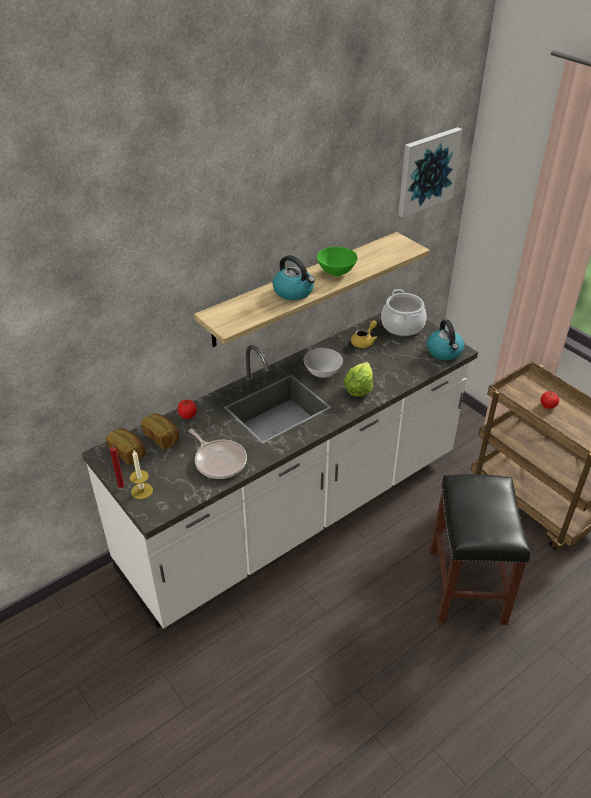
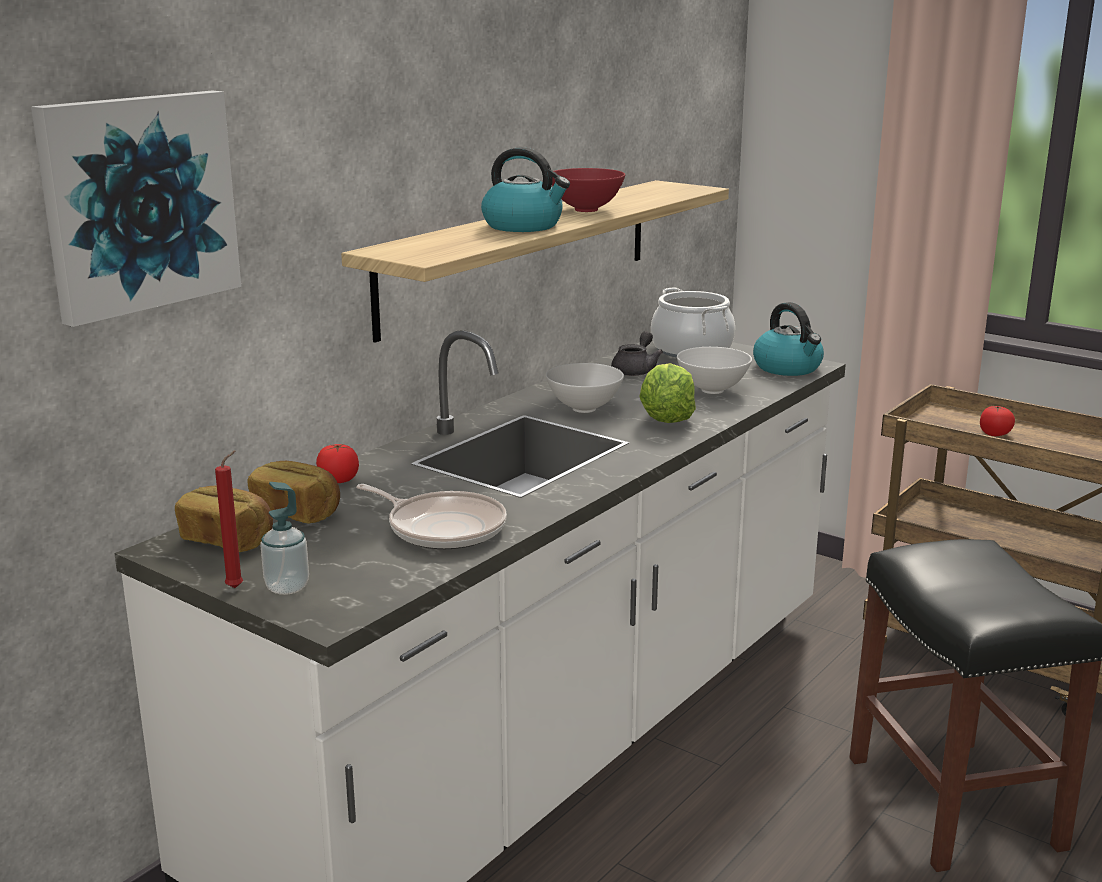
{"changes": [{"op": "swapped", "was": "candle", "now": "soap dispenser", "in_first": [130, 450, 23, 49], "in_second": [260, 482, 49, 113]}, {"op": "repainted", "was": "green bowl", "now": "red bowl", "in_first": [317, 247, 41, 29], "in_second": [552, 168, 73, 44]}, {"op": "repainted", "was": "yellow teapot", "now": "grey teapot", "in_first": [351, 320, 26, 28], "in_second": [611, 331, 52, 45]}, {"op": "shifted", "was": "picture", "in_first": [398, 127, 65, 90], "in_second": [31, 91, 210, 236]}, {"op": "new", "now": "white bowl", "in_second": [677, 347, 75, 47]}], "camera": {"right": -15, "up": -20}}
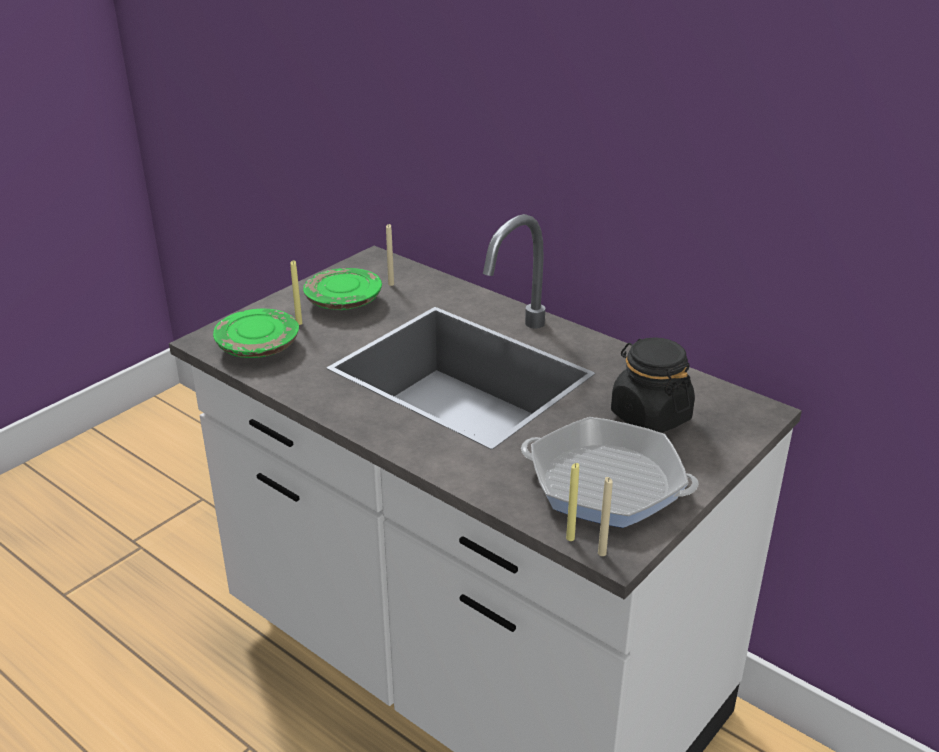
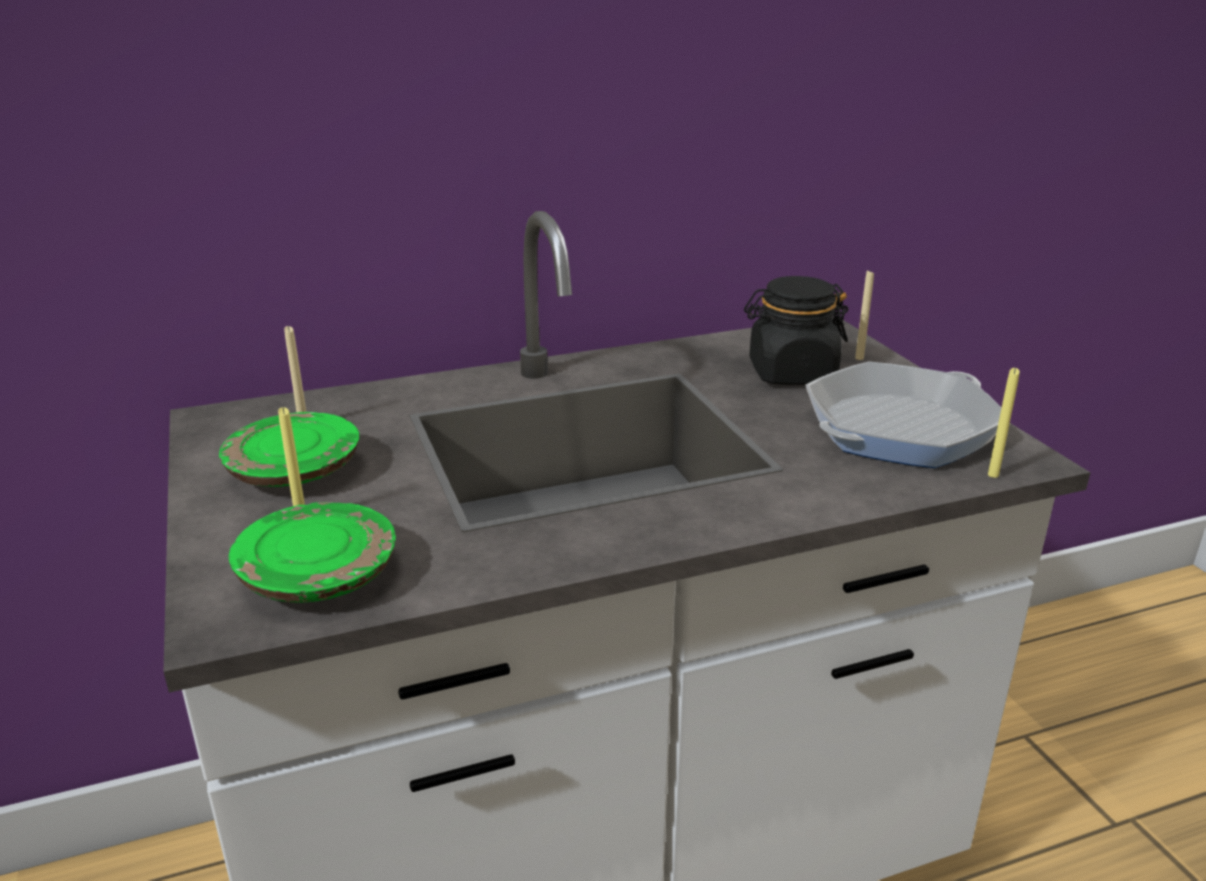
{"changes": [{"op": "shifted", "was": "beige candle", "in_first": [598, 477, 15, 79], "in_second": [855, 269, 19, 91]}], "camera": {"right": -60, "up": -5}}
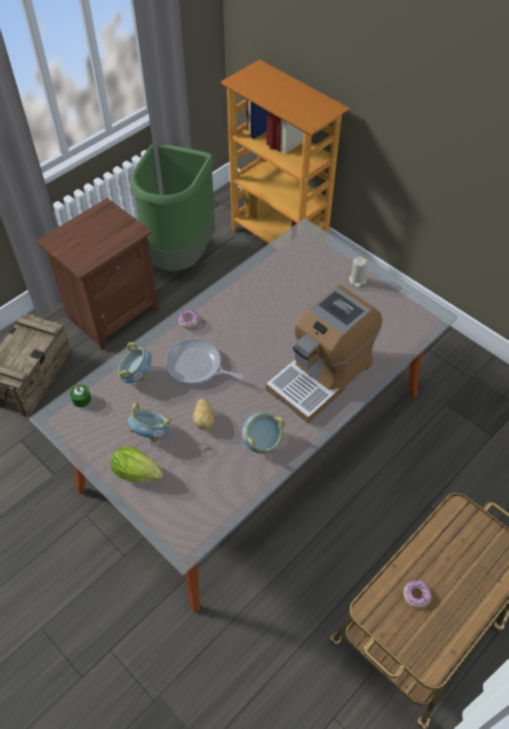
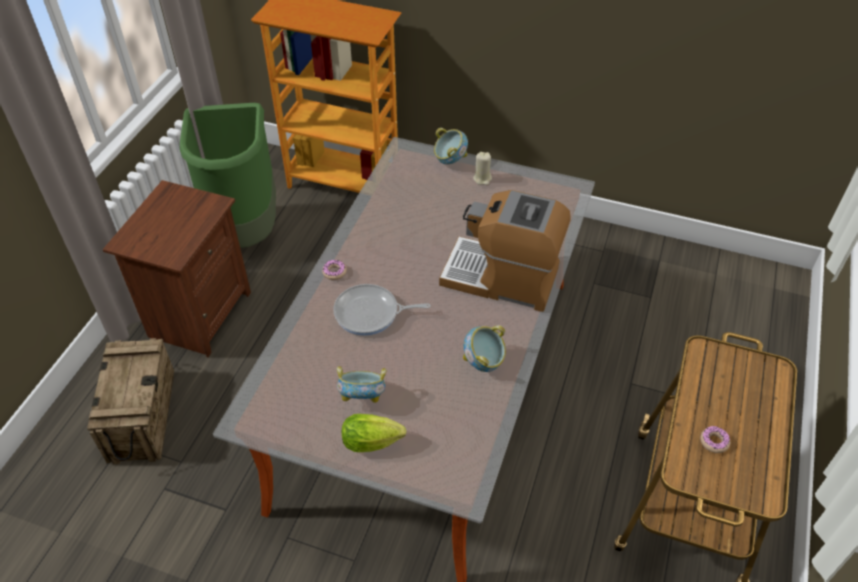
{"changes": [{"op": "gone", "was": "green candle", "in_first": [70, 384, 21, 23]}, {"op": "shifted", "was": "bowl", "in_first": [118, 342, 34, 41], "in_second": [434, 128, 34, 36]}, {"op": "gone", "was": "potato", "in_first": [193, 399, 21, 31]}, {"op": "rotated", "was": "coffee machine", "in_first": [266, 285, 116, 138], "in_second": [439, 190, 132, 122], "clockwise": 90}], "camera": {"right": -25, "up": -5}}
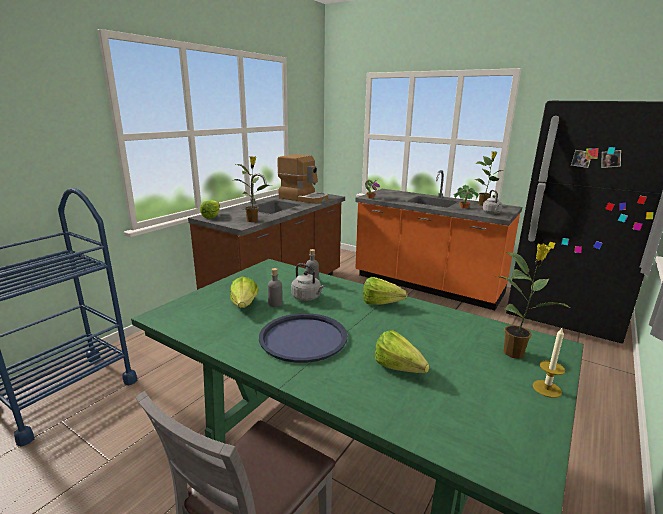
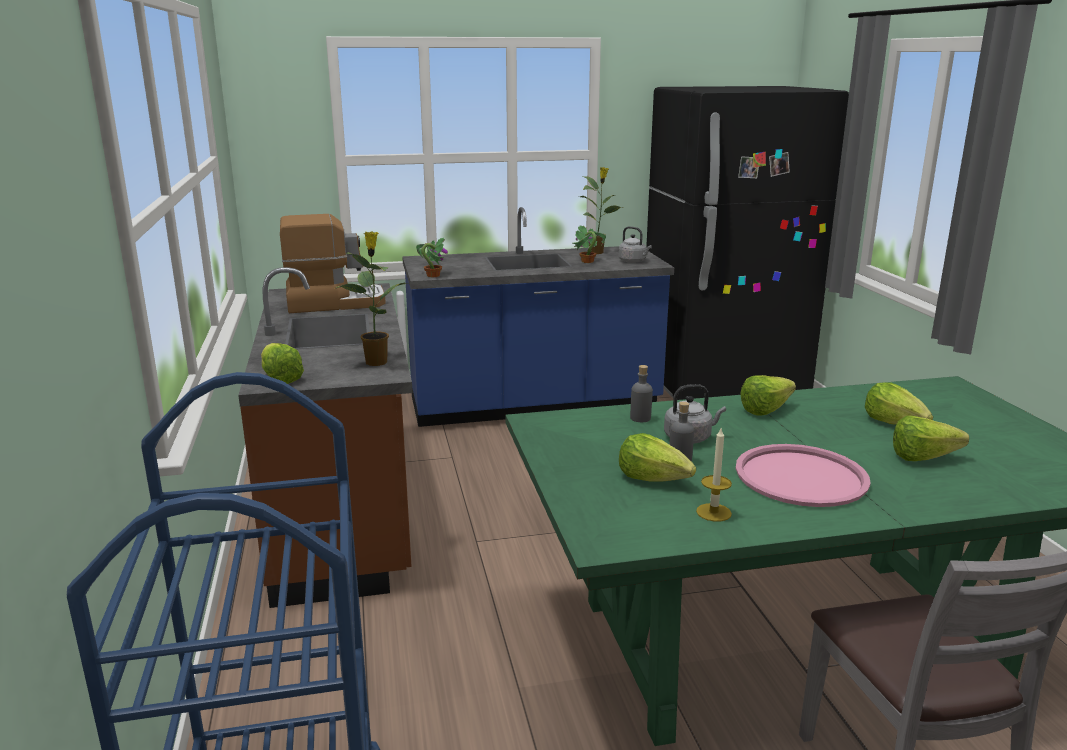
{"changes": [{"op": "repainted", "was": "blue tray", "now": "pink tray", "in_first": [259, 313, 89, 50], "in_second": [736, 444, 135, 63]}, {"op": "repainted", "was": "orange counter", "now": "blue counter", "in_first": [355, 170, 167, 141], "in_second": [402, 207, 272, 220]}, {"op": "gone", "was": "potted plant", "in_first": [496, 244, 75, 115]}, {"op": "shifted", "was": "candle", "in_first": [533, 328, 32, 70], "in_second": [696, 428, 36, 94]}, {"op": "new", "now": "lettuce", "in_second": [865, 382, 68, 43]}], "camera": {"right": -45, "up": 0}}
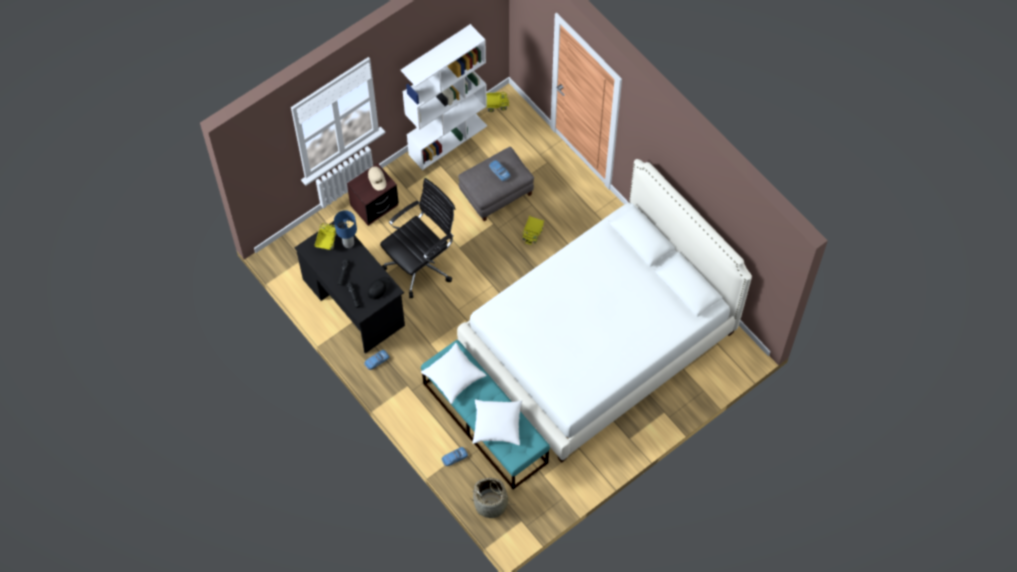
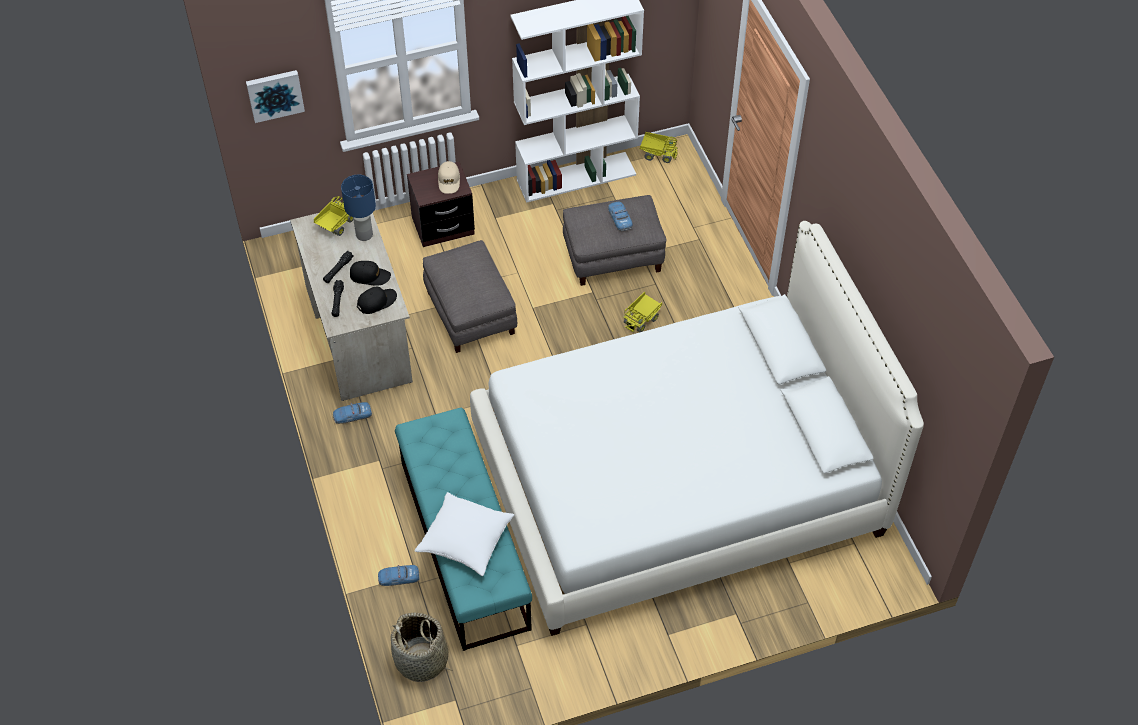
{"changes": [{"op": "repainted", "was": "black desk", "now": "beige desk", "in_first": [294, 221, 111, 133], "in_second": [290, 213, 123, 188]}, {"op": "swapped", "was": "black office chair", "now": "grey ottoman", "in_first": [380, 178, 75, 120], "in_second": [423, 240, 94, 113]}, {"op": "gone", "was": "white pillow", "in_first": [421, 343, 65, 61]}, {"op": "new", "now": "picture", "in_second": [246, 70, 59, 53]}, {"op": "new", "now": "black cap", "in_second": [350, 261, 41, 25]}], "camera": {"right": 20, "up": -10}}
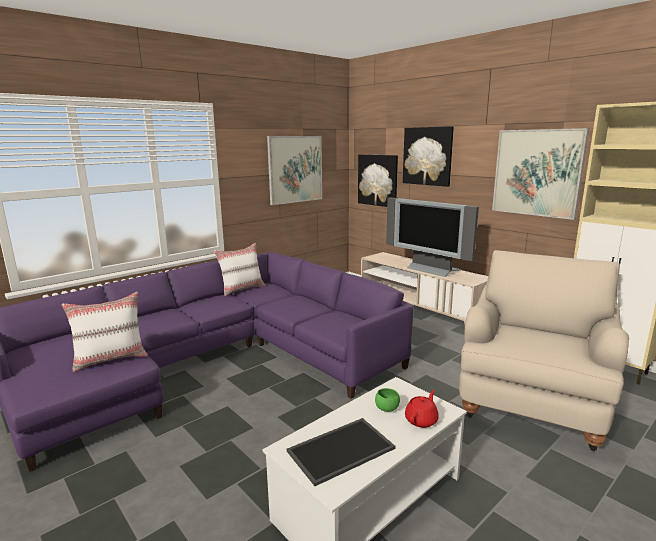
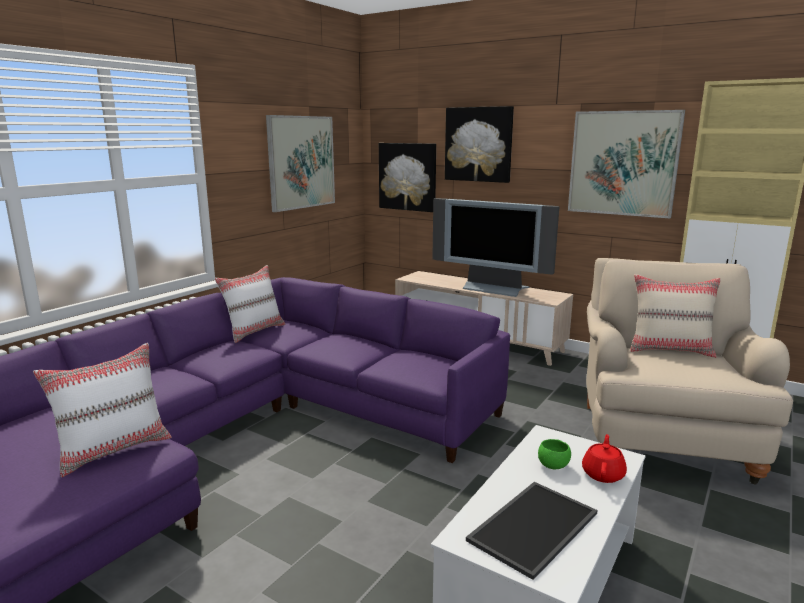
{"changes": [{"op": "new", "now": "beige pillow", "in_second": [630, 274, 91, 84]}], "camera": {"right": -15, "up": 0}}
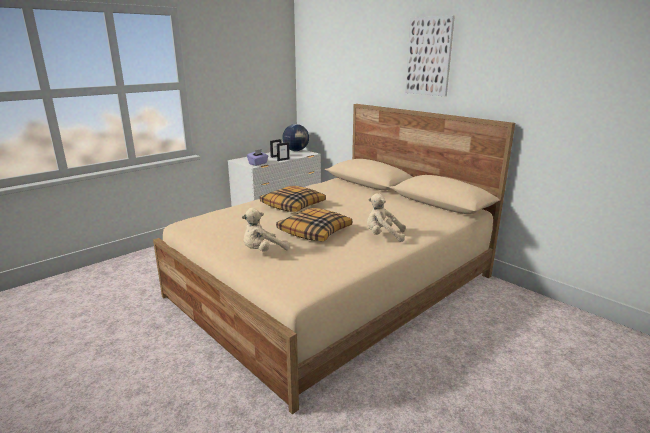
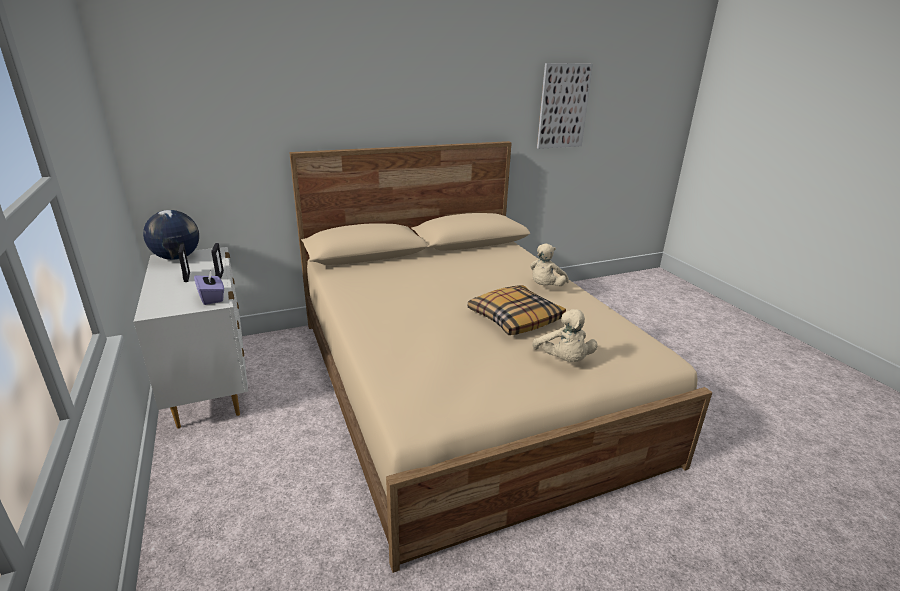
{"changes": [{"op": "gone", "was": "pillow", "in_first": [260, 186, 66, 26]}, {"op": "shifted", "was": "picture", "in_first": [405, 16, 50, 80], "in_second": [537, 63, 56, 86]}], "camera": {"right": -70, "up": 5}}
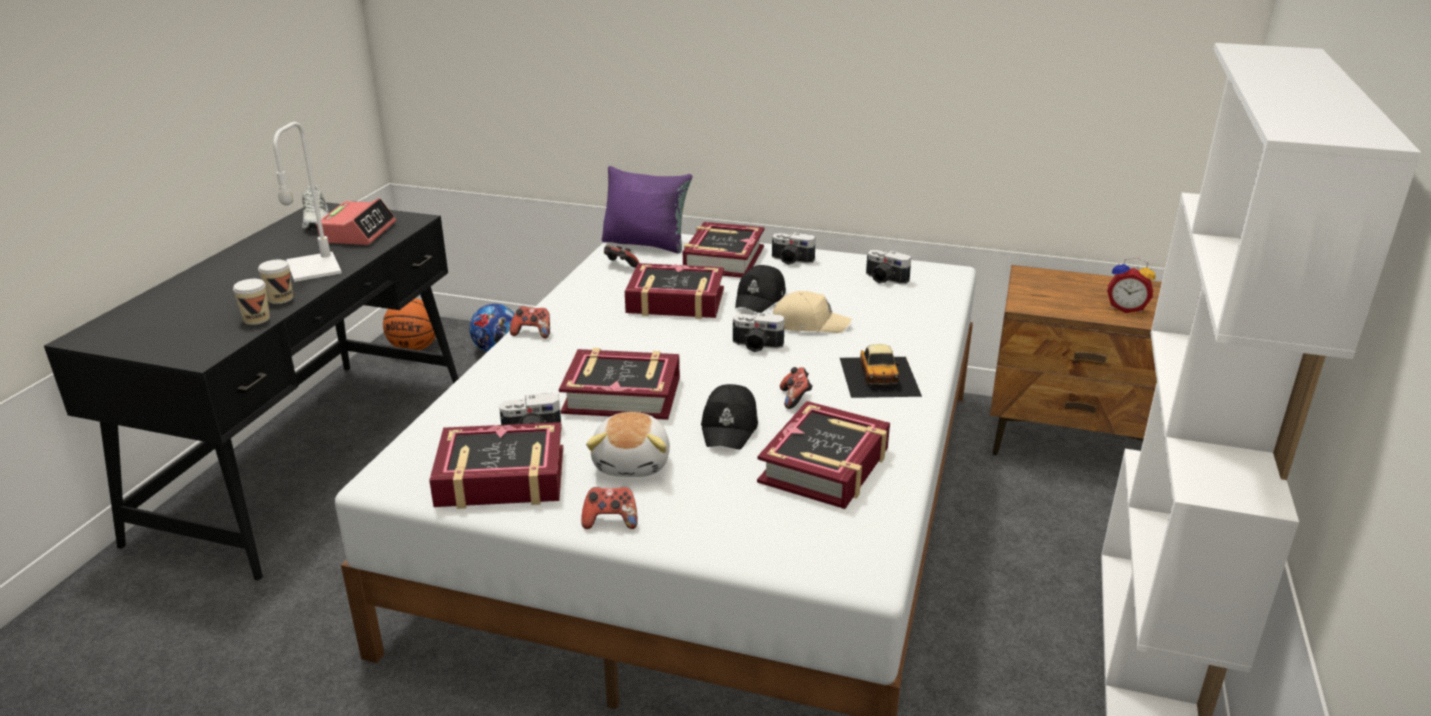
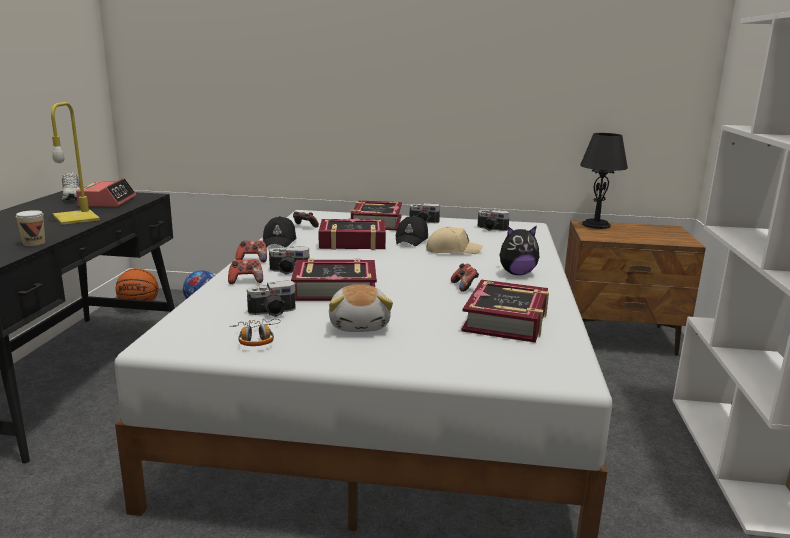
{"changes": [{"op": "gone", "was": "cup", "in_first": [258, 260, 35, 44]}, {"op": "repainted", "was": "white table lamp", "now": "yellow table lamp", "in_first": [273, 122, 69, 160], "in_second": [51, 102, 49, 123]}, {"op": "swapped", "was": "book", "now": "headphones", "in_first": [429, 422, 134, 87], "in_second": [230, 319, 51, 27]}, {"op": "shifted", "was": "game controller", "in_first": [581, 487, 57, 42], "in_second": [228, 259, 35, 25]}, {"op": "gone", "was": "purple pillow", "in_first": [602, 166, 90, 88]}, {"op": "shifted", "was": "black cap", "in_first": [701, 384, 57, 66], "in_second": [263, 216, 33, 32]}, {"op": "shifted", "was": "photo camera", "in_first": [733, 313, 52, 39], "in_second": [269, 246, 40, 29]}, {"op": "swapped", "was": "toy car", "now": "plush toy", "in_first": [840, 344, 82, 54], "in_second": [499, 226, 40, 49]}, {"op": "gone", "was": "alarm clock", "in_first": [1107, 257, 48, 56]}, {"op": "new", "now": "black table lamp", "in_second": [580, 133, 48, 96]}], "camera": {"right": -10, "up": -10}}
